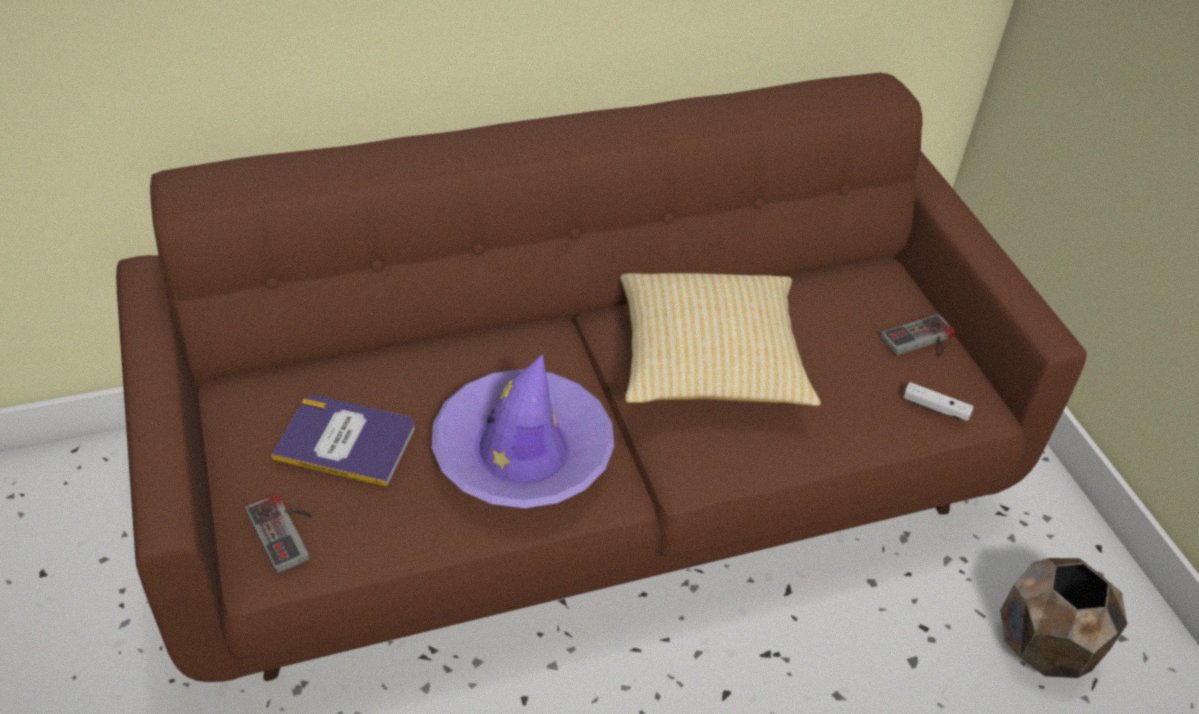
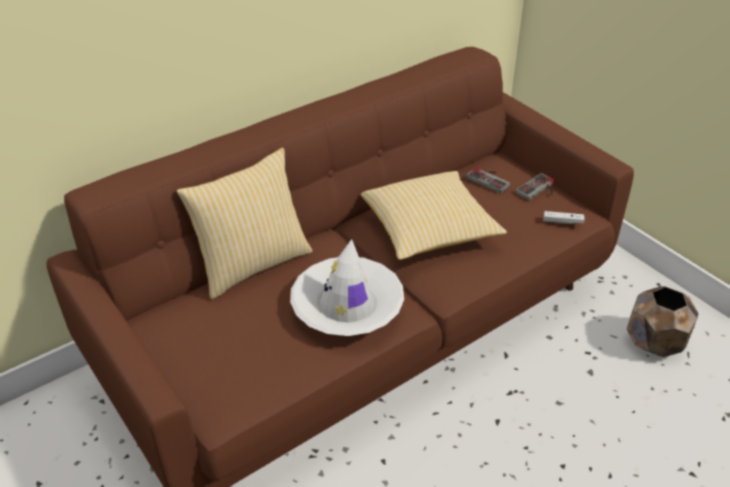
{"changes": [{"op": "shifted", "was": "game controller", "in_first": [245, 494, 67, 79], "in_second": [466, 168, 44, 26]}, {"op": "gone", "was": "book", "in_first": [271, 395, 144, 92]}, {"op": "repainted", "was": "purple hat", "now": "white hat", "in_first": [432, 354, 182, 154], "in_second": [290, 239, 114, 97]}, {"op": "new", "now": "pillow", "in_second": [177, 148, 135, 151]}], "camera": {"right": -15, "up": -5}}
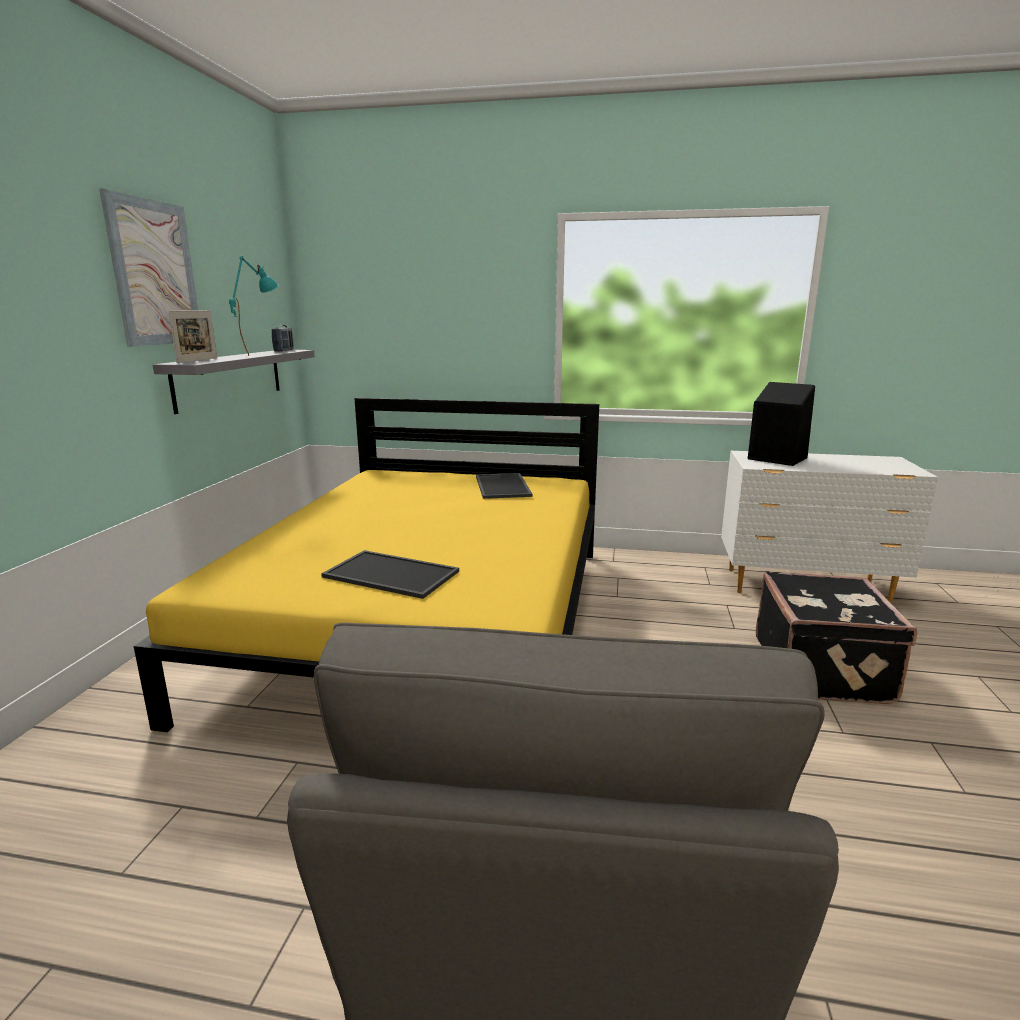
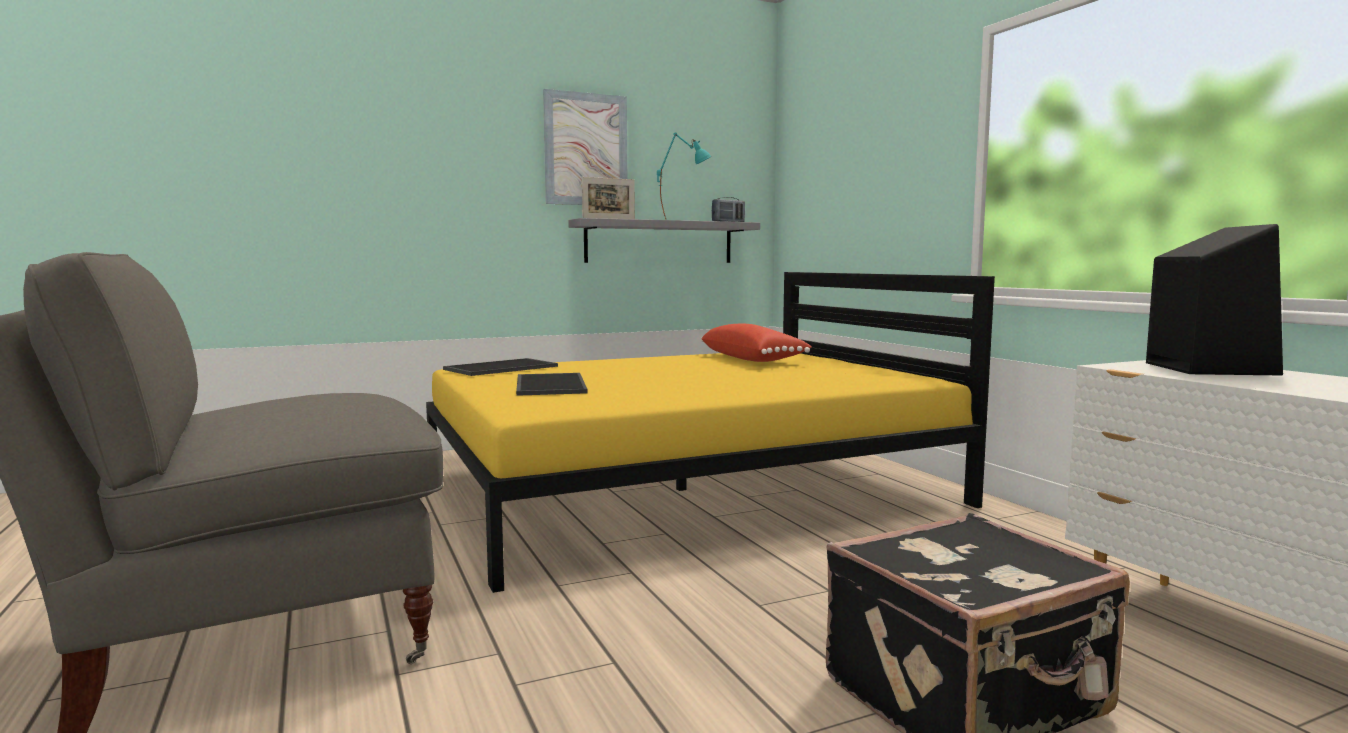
{"changes": [{"op": "shifted", "was": "tray", "in_first": [476, 473, 56, 26], "in_second": [443, 358, 115, 18]}, {"op": "new", "now": "red pillow", "in_second": [701, 324, 111, 38]}], "camera": {"right": 55, "up": -10}}
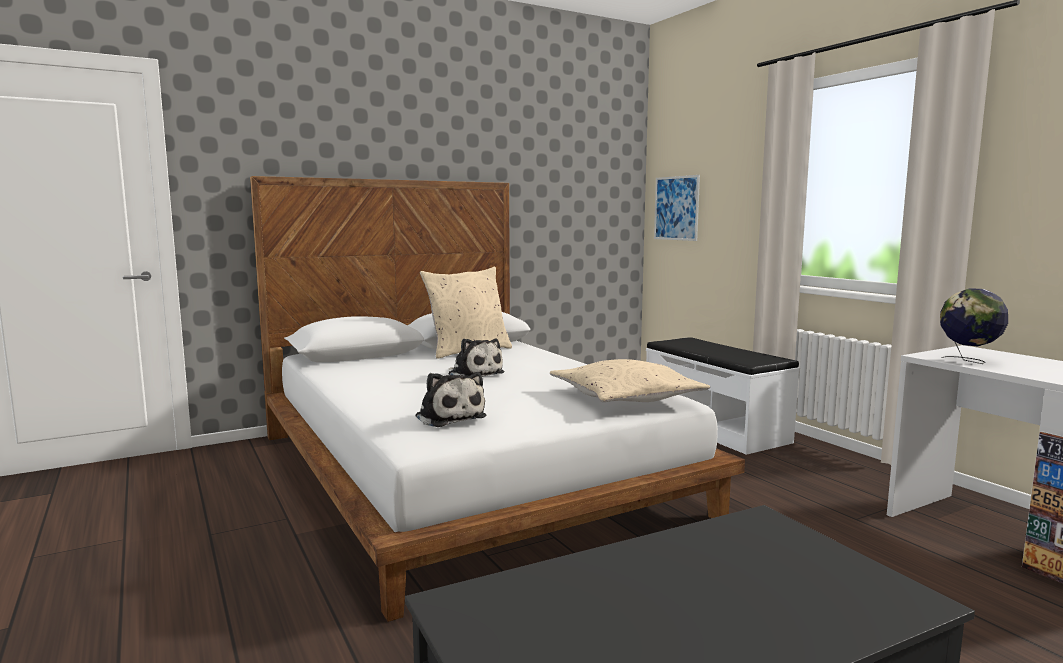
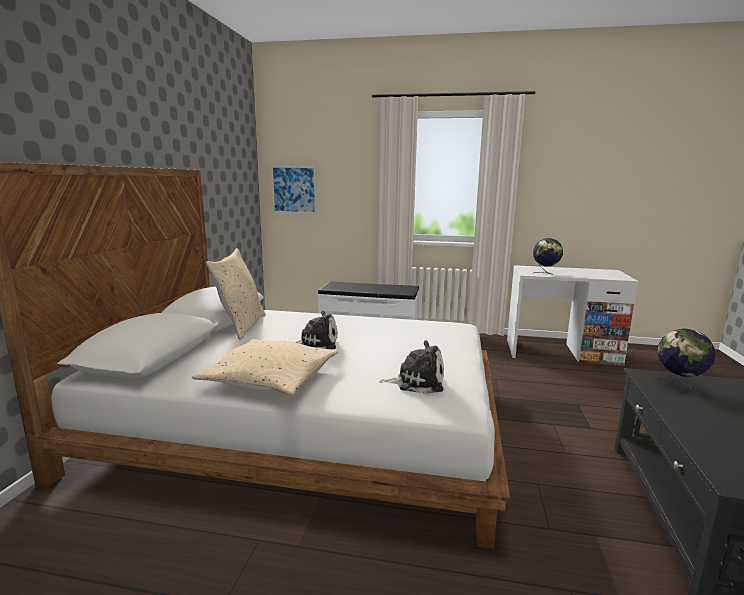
{"changes": [{"op": "shifted", "was": "beige pillow", "in_first": [550, 359, 160, 43], "in_second": [192, 339, 146, 57]}, {"op": "new", "now": "globe", "in_second": [657, 329, 58, 62]}], "camera": {"right": -50, "up": 5}}
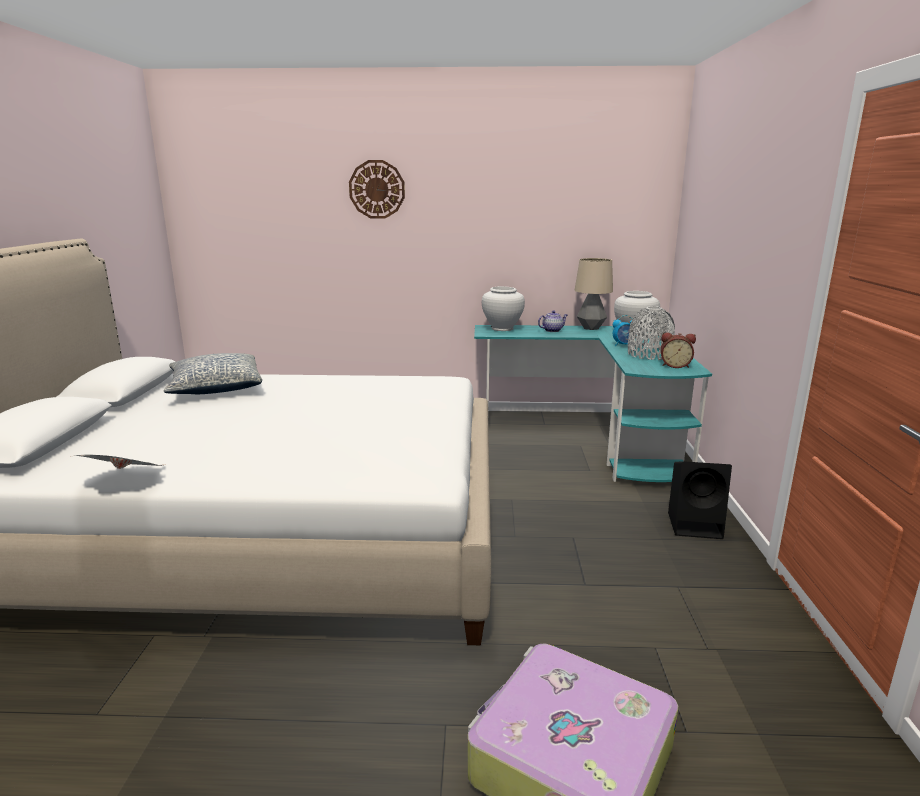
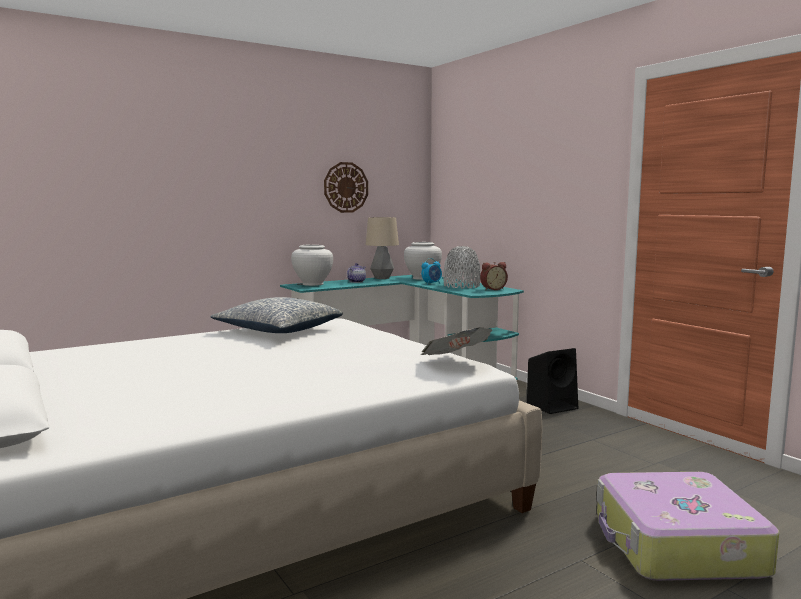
{"changes": [{"op": "shifted", "was": "newspaper", "in_first": [70, 454, 96, 15], "in_second": [420, 327, 73, 28]}, {"op": "shifted", "was": "pillow", "in_first": [164, 353, 98, 41], "in_second": [210, 297, 133, 36]}, {"op": "shifted", "was": "wall clock", "in_first": [349, 160, 56, 59], "in_second": [324, 162, 44, 51]}], "camera": {"right": -35, "up": -10}}
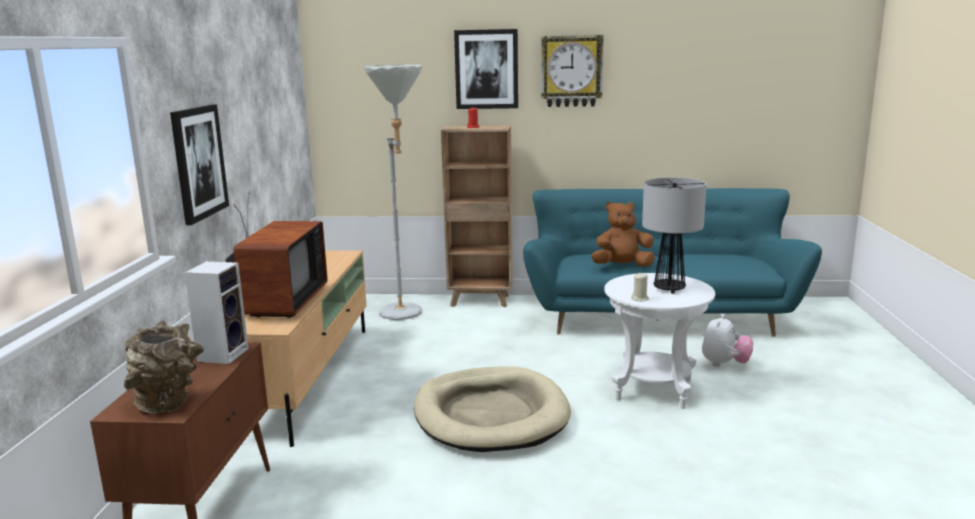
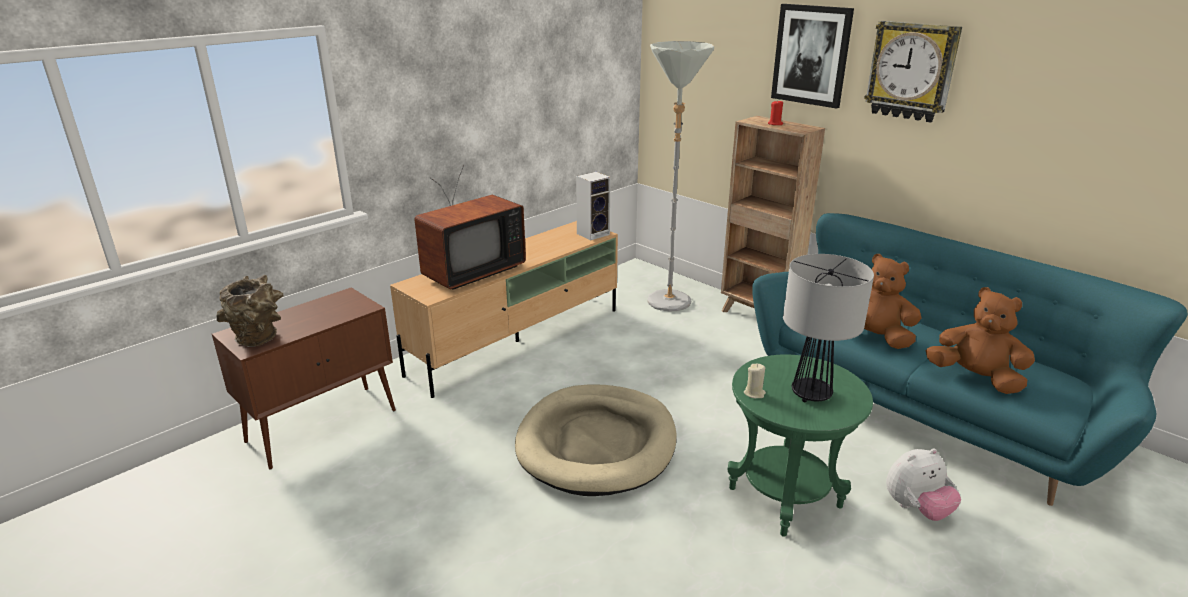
{"changes": [{"op": "gone", "was": "picture", "in_first": [170, 105, 59, 120]}, {"op": "shifted", "was": "speaker", "in_first": [184, 261, 65, 103], "in_second": [576, 172, 34, 68]}, {"op": "repainted", "was": "white side table", "now": "green side table", "in_first": [604, 273, 111, 136], "in_second": [728, 354, 145, 183]}, {"op": "new", "now": "brown plush toy", "in_second": [926, 287, 109, 107]}], "camera": {"right": 40, "up": 10}}
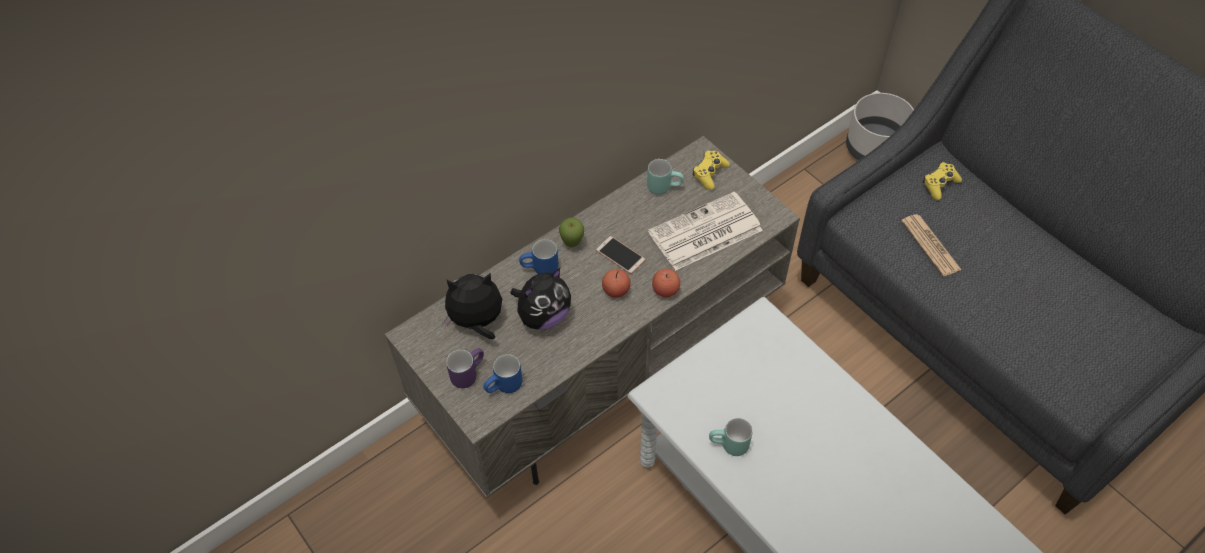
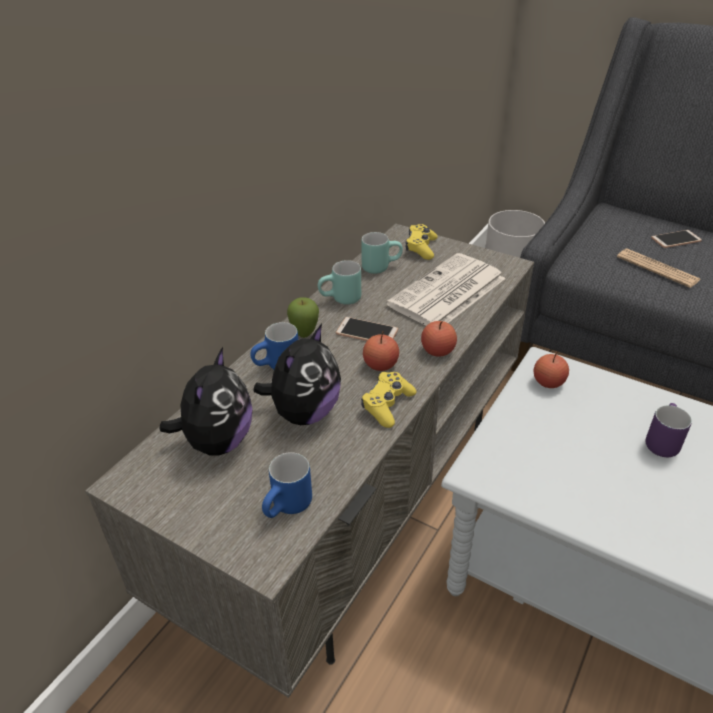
{"changes": [{"op": "rotated", "was": "plush toy", "in_first": [443, 273, 59, 66], "in_second": [159, 347, 94, 109], "clockwise": 135}, {"op": "shifted", "was": "purple mug", "in_first": [446, 348, 38, 40], "in_second": [646, 403, 46, 54]}, {"op": "shifted", "was": "turquoise mug", "in_first": [709, 418, 44, 38], "in_second": [318, 260, 43, 45]}, {"op": "shifted", "was": "yellow game controller", "in_first": [923, 162, 39, 38], "in_second": [361, 372, 56, 56]}, {"op": "new", "now": "apple", "in_second": [533, 351, 36, 37]}, {"op": "new", "now": "phone", "in_second": [651, 230, 51, 18]}], "camera": {"right": -20, "up": -15}}
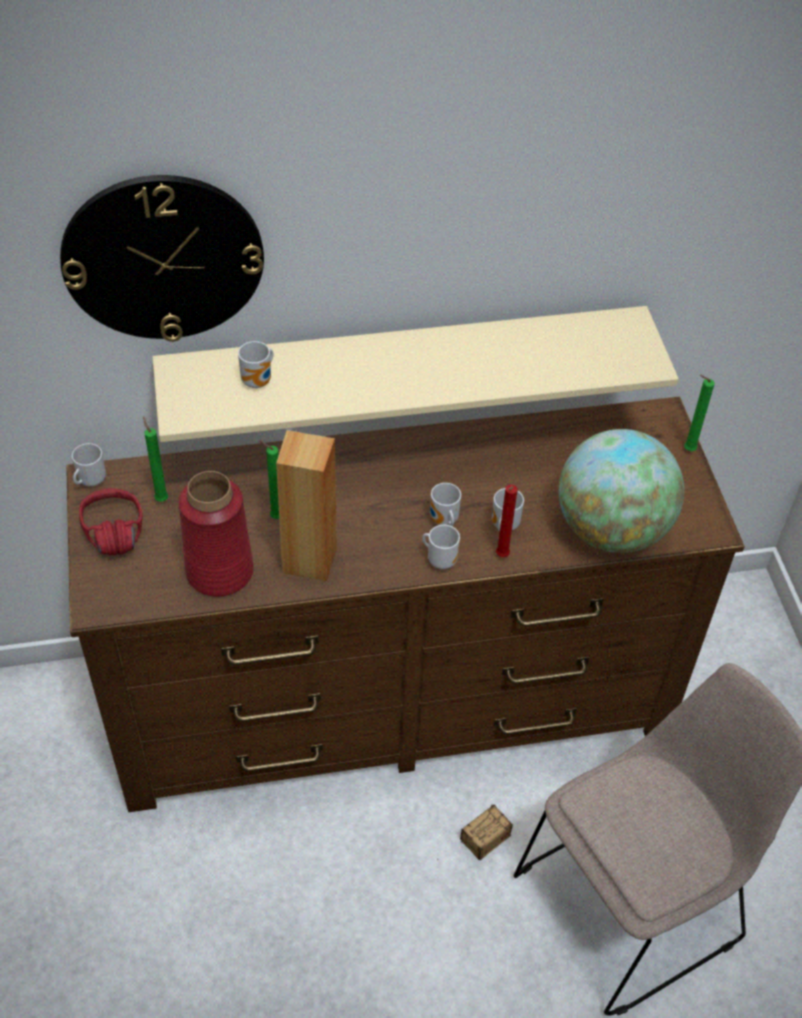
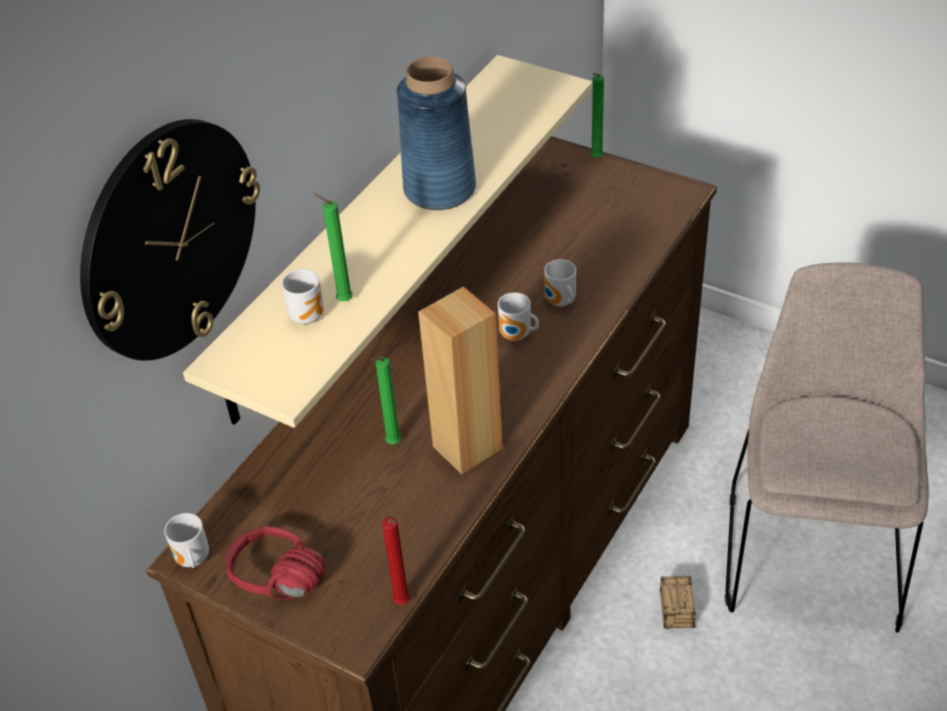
{"changes": [{"op": "shifted", "was": "green candle", "in_first": [143, 417, 25, 85], "in_second": [313, 193, 40, 108]}, {"op": "gone", "was": "red vase", "in_first": [178, 471, 76, 126]}, {"op": "gone", "was": "mug", "in_first": [422, 525, 38, 44]}, {"op": "shifted", "was": "red candle", "in_first": [496, 485, 22, 72], "in_second": [382, 517, 28, 88]}, {"op": "gone", "was": "globe", "in_first": [559, 429, 125, 124]}, {"op": "new", "now": "blue vase", "in_second": [397, 57, 79, 153]}], "camera": {"right": -45, "up": -5}}
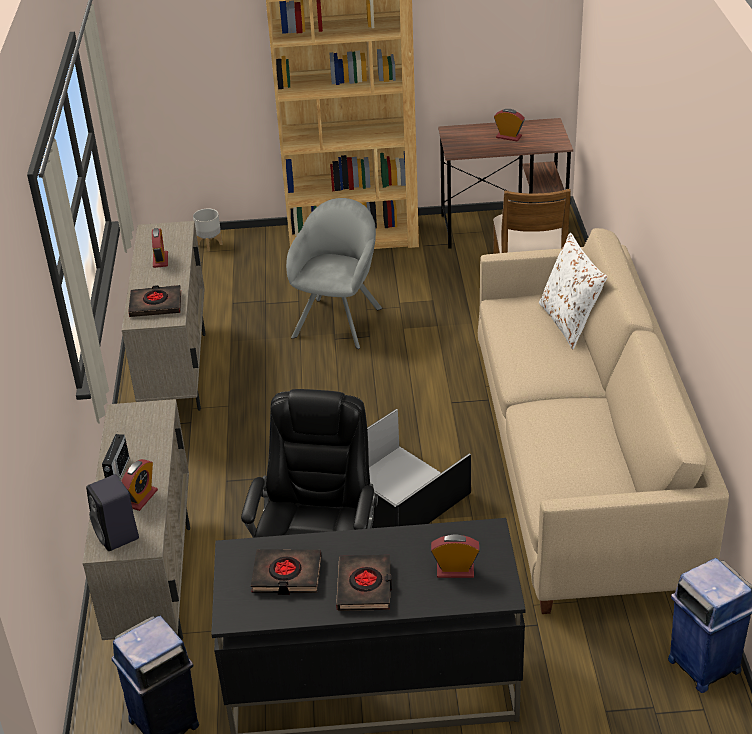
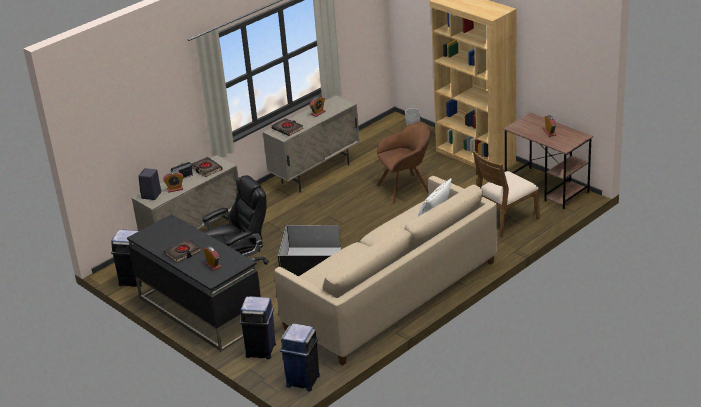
{"changes": [{"op": "shifted", "was": "black book", "in_first": [251, 549, 70, 46], "in_second": [191, 157, 32, 20]}, {"op": "repainted", "was": "grey armchair", "now": "brown armchair", "in_first": [286, 198, 96, 151], "in_second": [377, 122, 53, 82]}, {"op": "new", "now": "blue trash can", "in_second": [240, 296, 36, 63]}], "camera": {"right": 50, "up": -5}}
